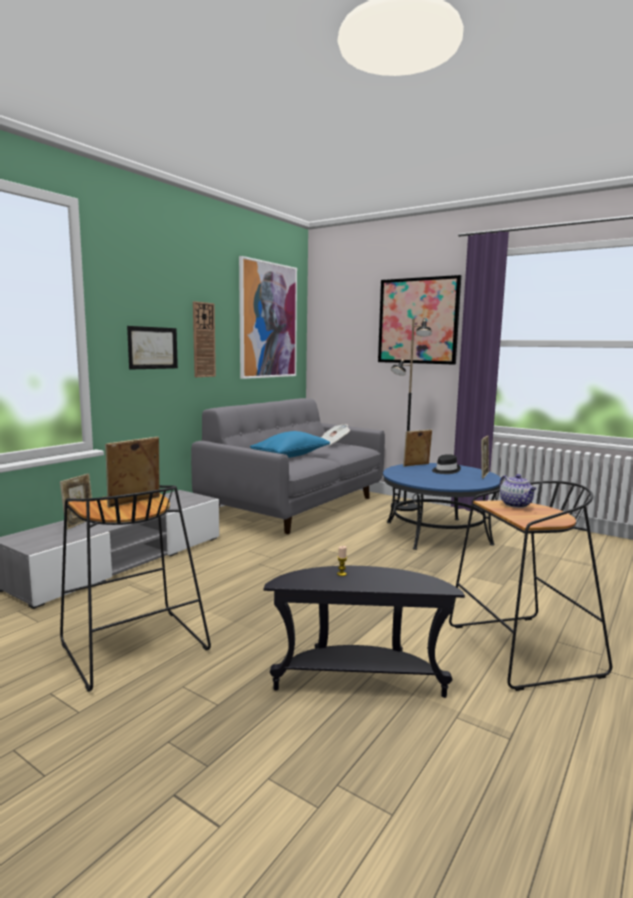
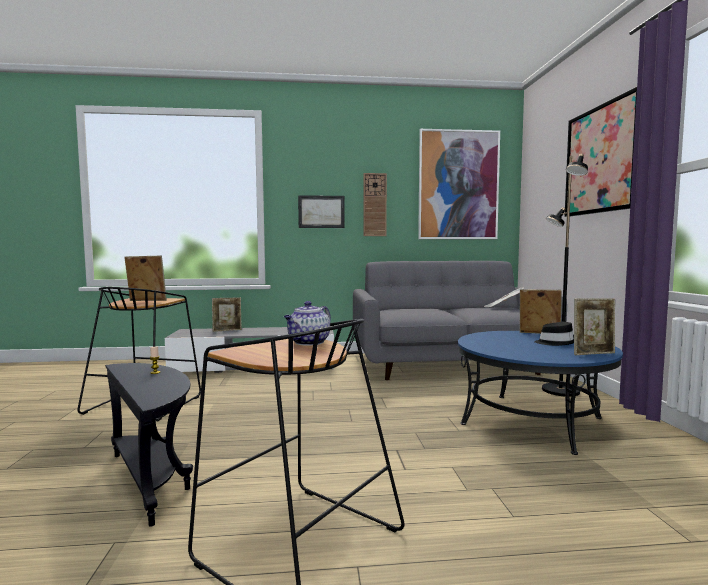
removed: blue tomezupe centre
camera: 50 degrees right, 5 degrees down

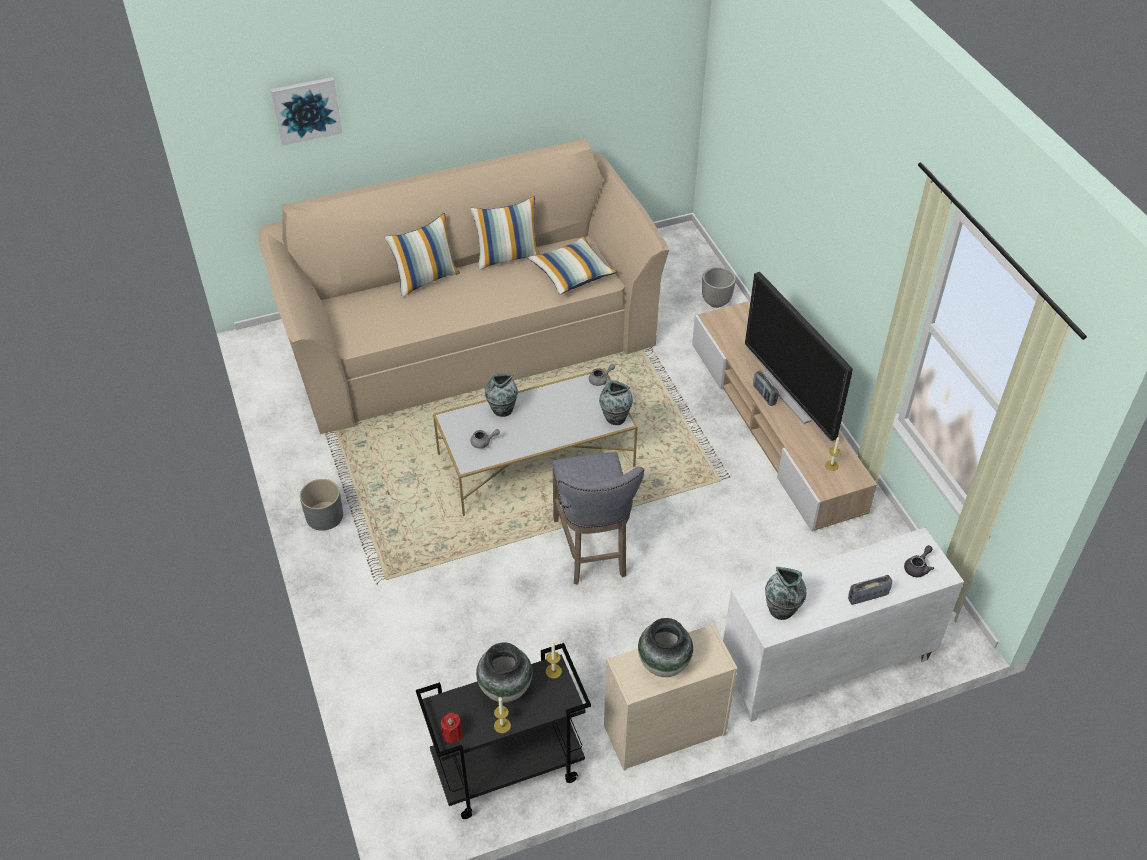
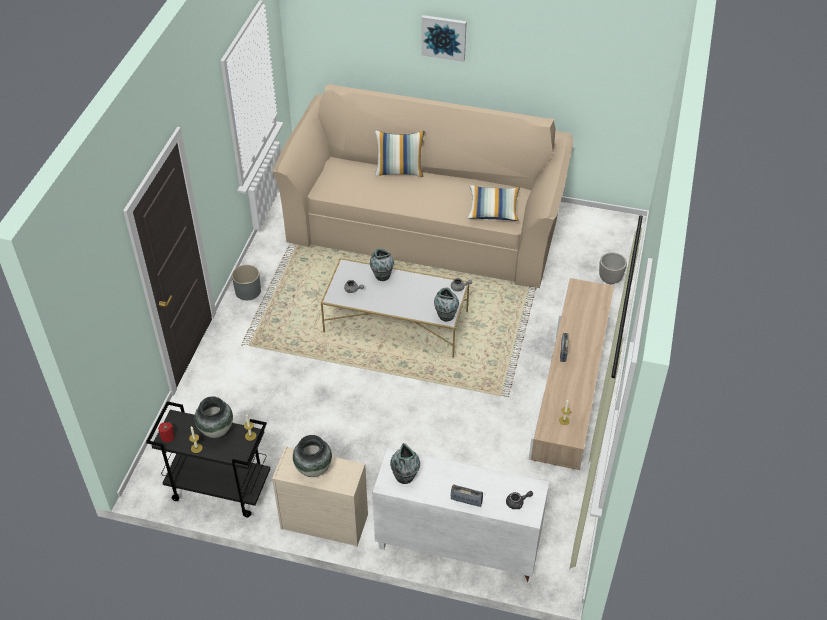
removed: tomezupe (2nd from left) top centre; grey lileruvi centre; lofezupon middle right
moved: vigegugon top left to top centre
camera: 35 degrees right, 0 degrees up

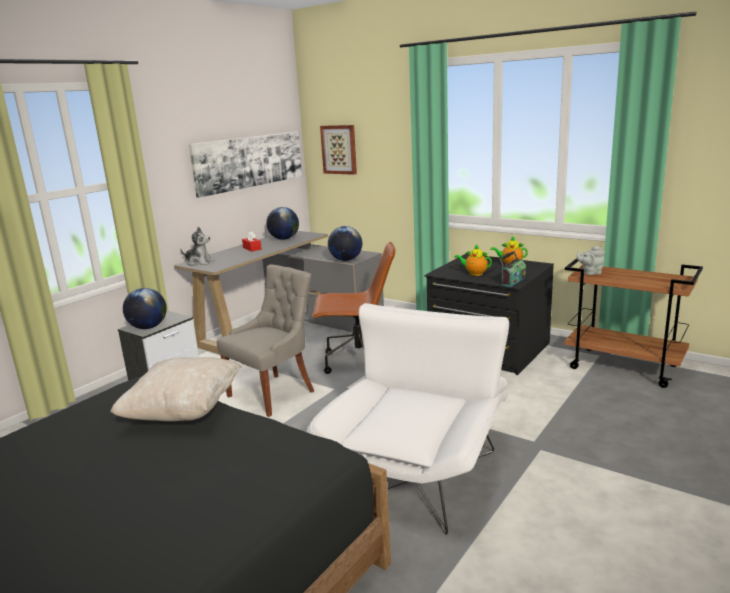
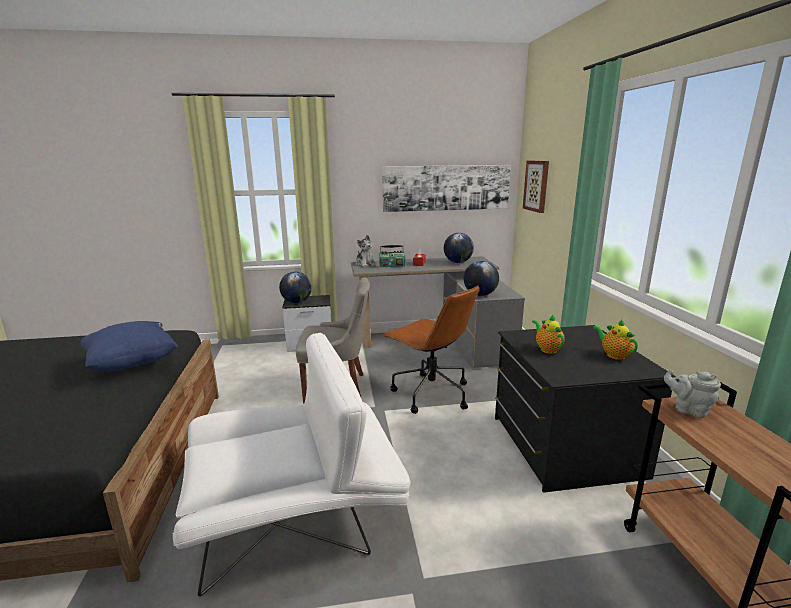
moved: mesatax middle right to centre
recoloured: beige tomezupe middle left to blue tomezupe middle left
camera: 45 degrees right, 0 degrees up

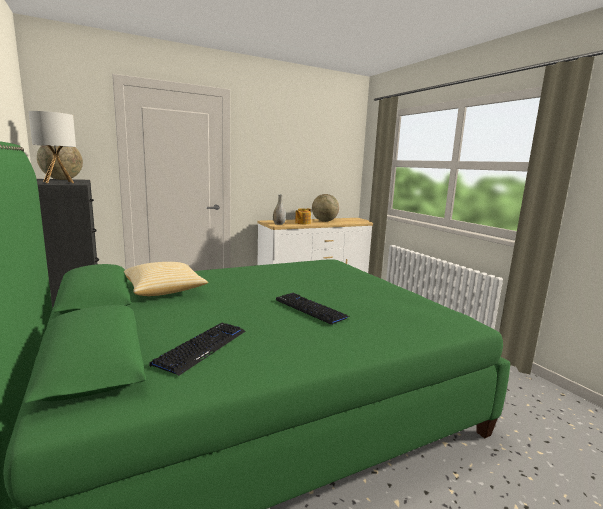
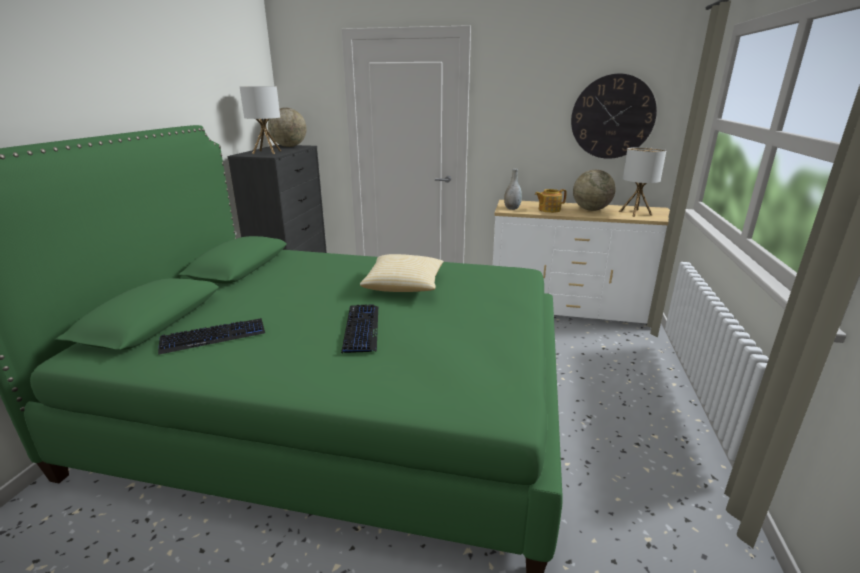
added: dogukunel top right; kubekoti (2nd from left) top right
moved: tomezupe middle left to centre
camera: 40 degrees right, 10 degrees up

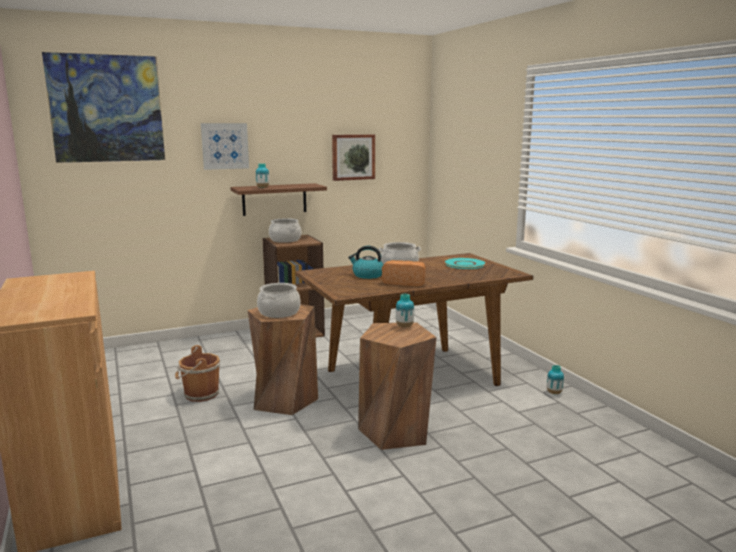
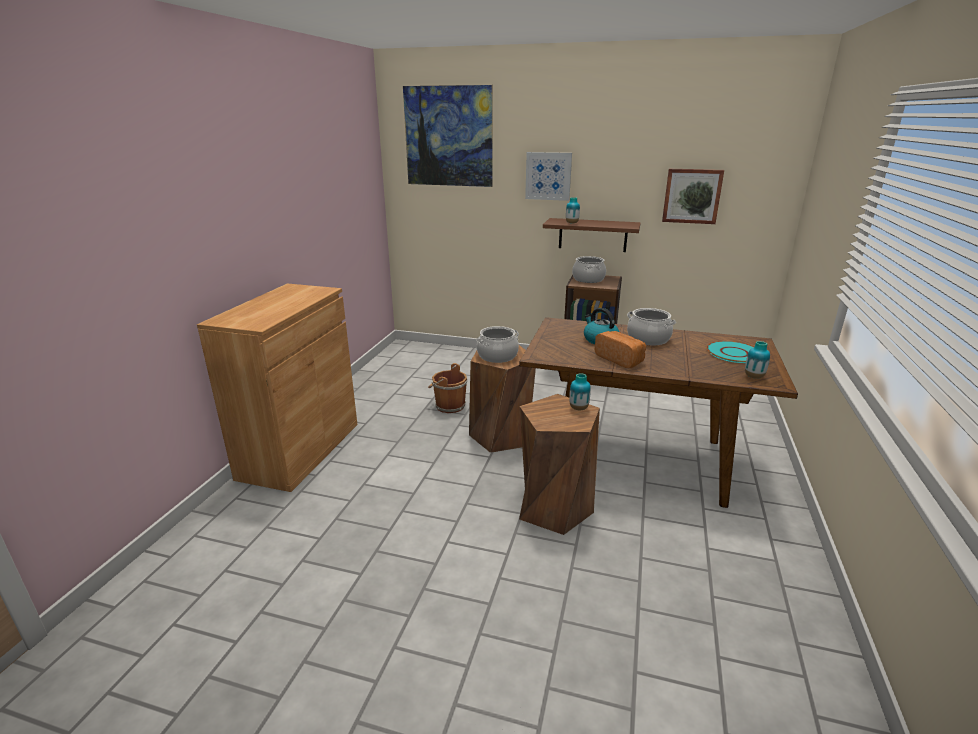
moved: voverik (3rd from left) bottom right to middle right
camera: 40 degrees right, 10 degrees up

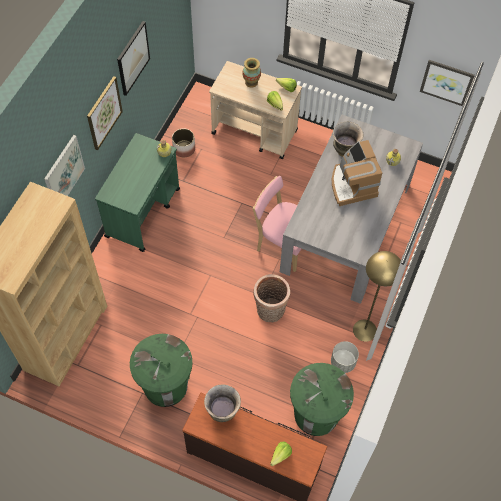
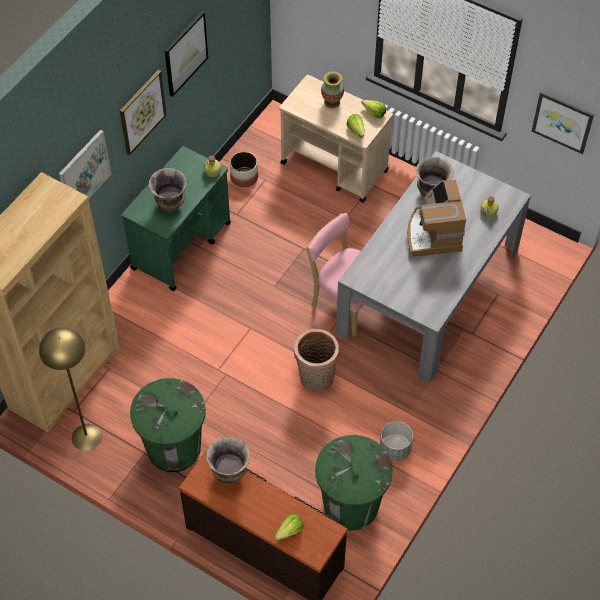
added: voverik (1st from left) top left
moved: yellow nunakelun middle right to middle left
camera: 10 degrees right, 5 degrees down

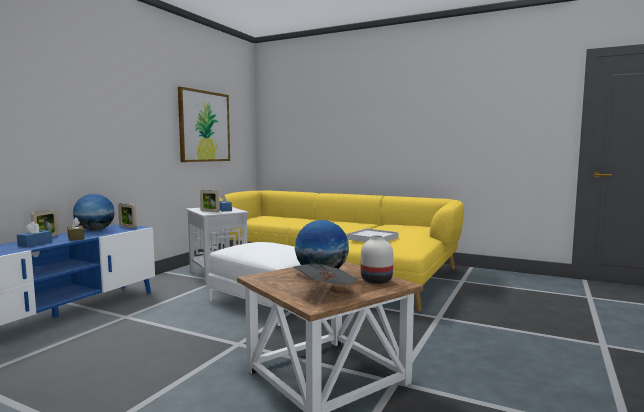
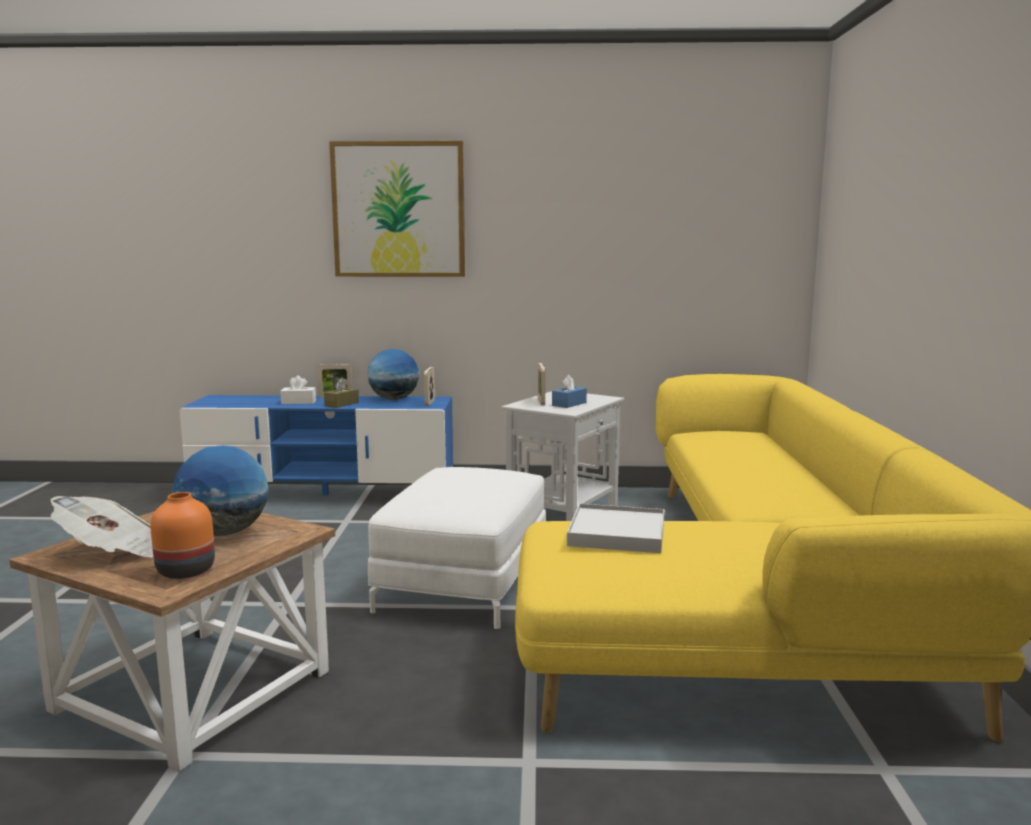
moved: vigegugon top left to top centre
recoloured: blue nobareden (1st from left) middle left to white nobareden middle left; white voverik centre to orange voverik middle left
camera: 65 degrees right, 5 degrees up

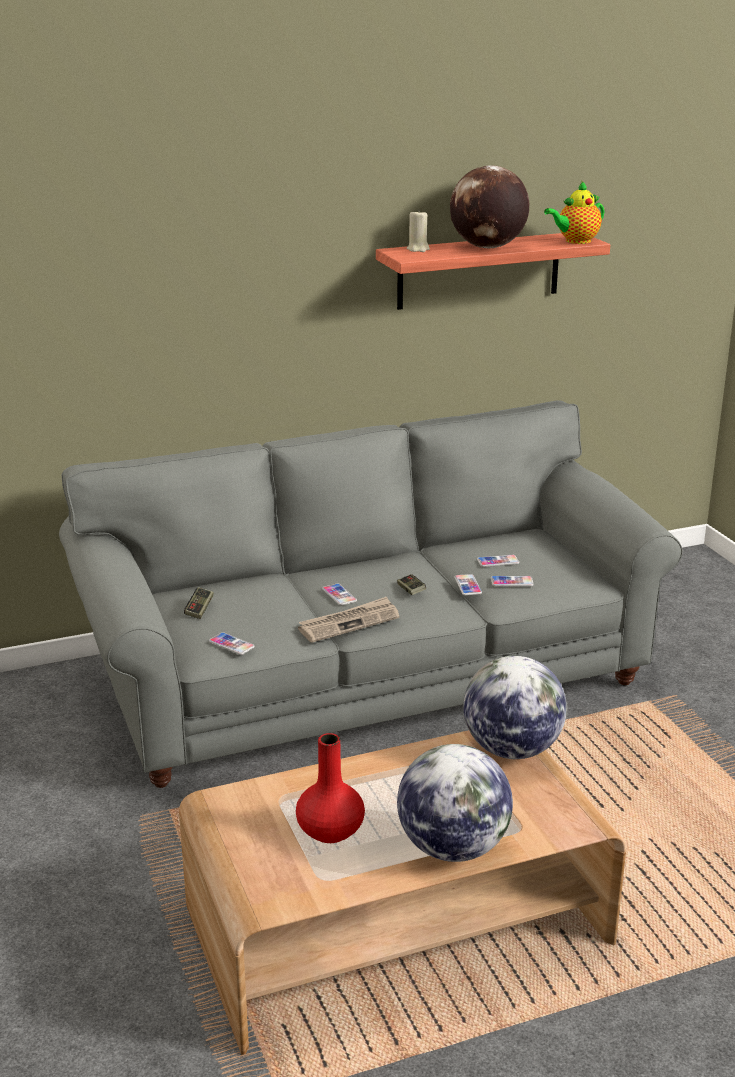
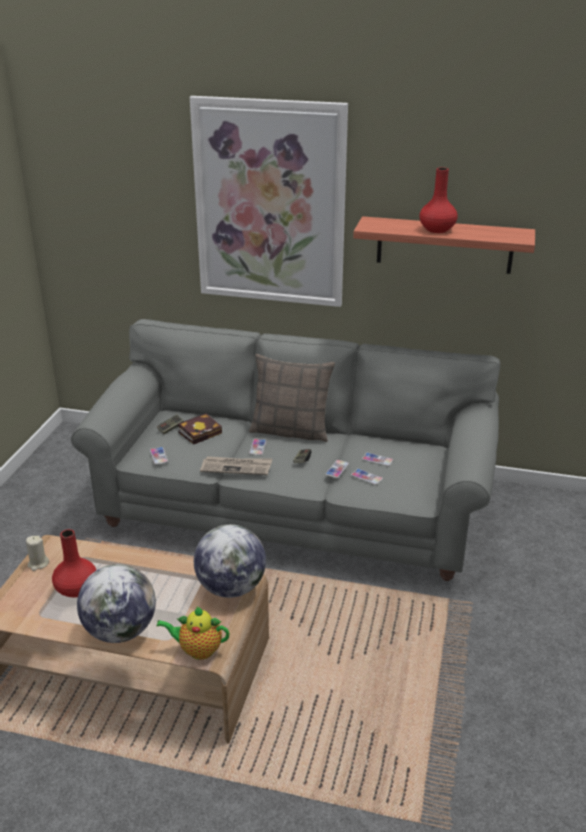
added: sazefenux centre; vigegugon top centre; tomezupe centre
moved: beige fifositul top centre to middle left; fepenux top right to bottom left
replaced: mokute (2nd from left) top centre to red voverik (2nd from left) top right
camera: 35 degrees right, 5 degrees up

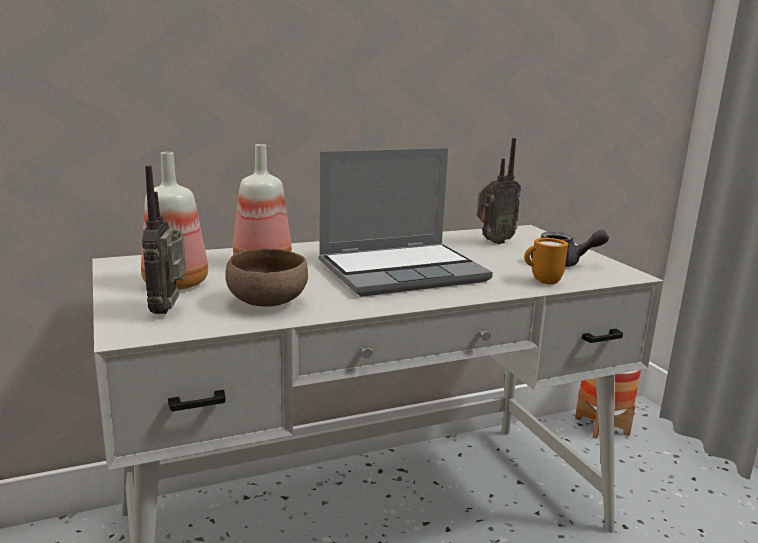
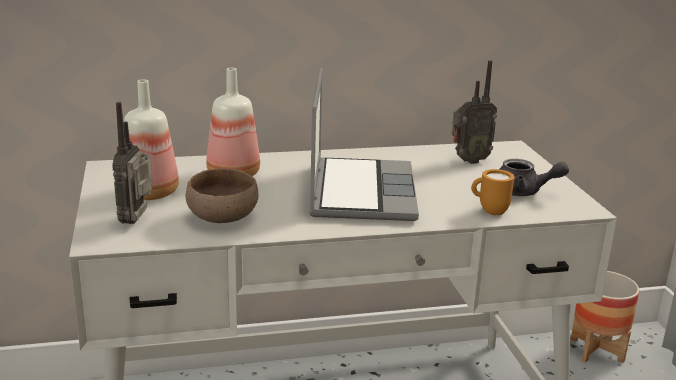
turned: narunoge centre = centre 75 degrees counterclockwise
camera: 10 degrees right, 5 degrees up

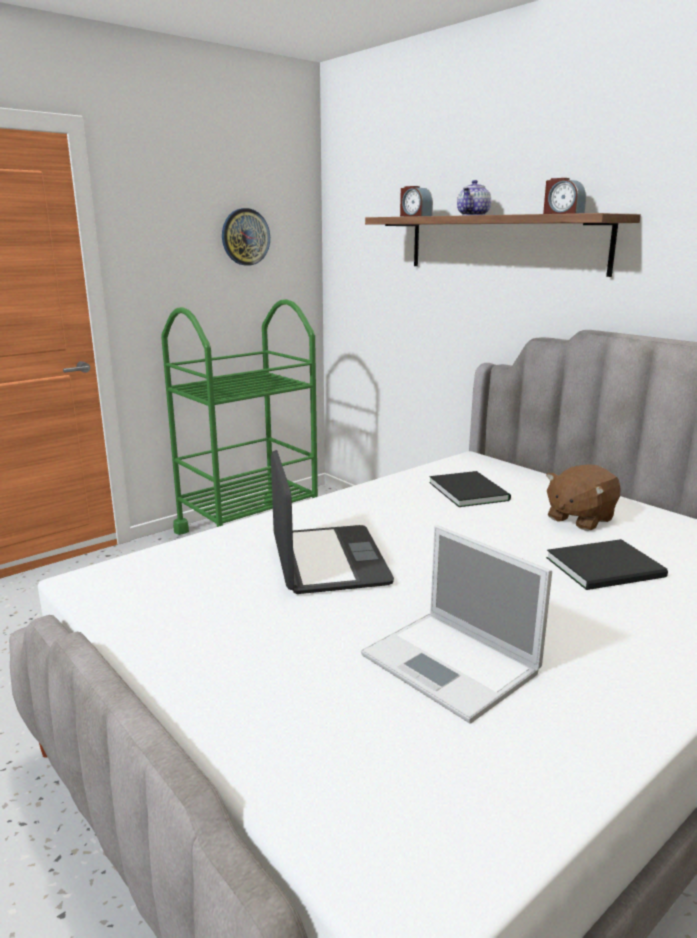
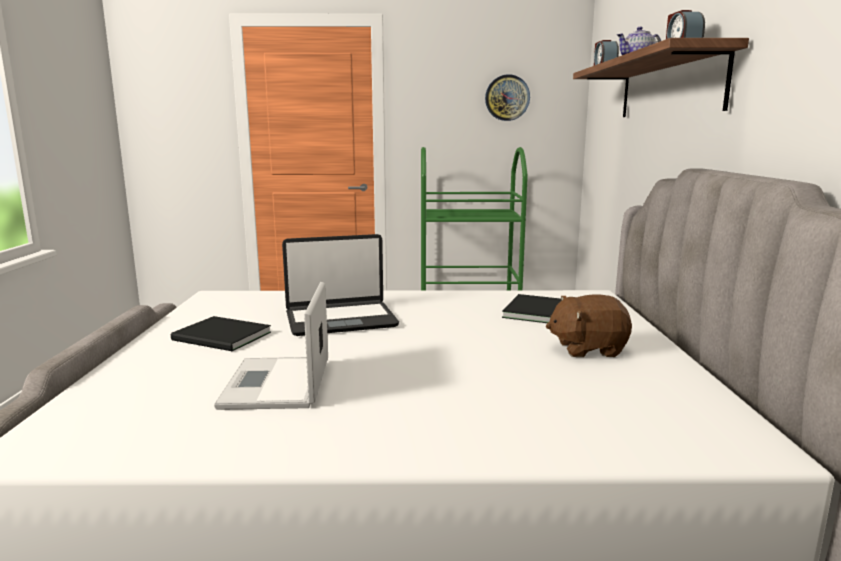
moved: black sazefenux (2nd from left in the first image) middle right to black sazefenux (1st from left) middle left
turned: narunoge (1st from left in the first image) centre = centre 45 degrees clockwise
camera: 40 degrees right, 5 degrees down

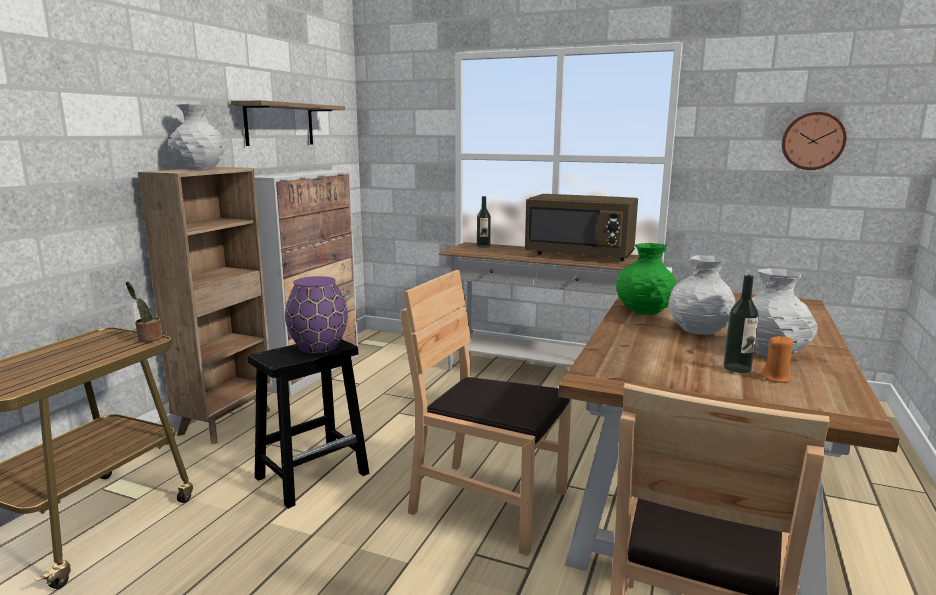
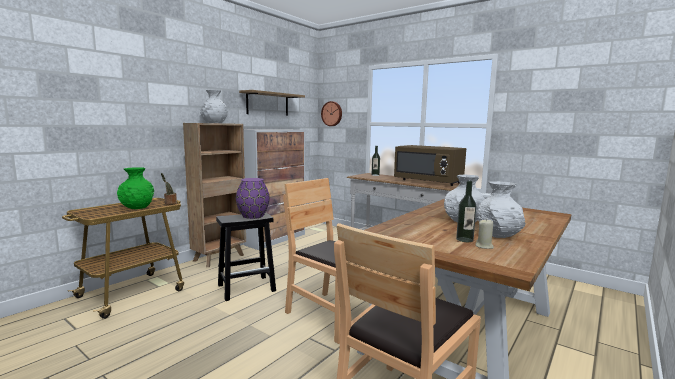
moved: green voverik middle right to middle left; dogukunel top right to top centre
recoloured: orange fifositul middle right to beige fifositul middle right
camera: 15 degrees right, 5 degrees down

